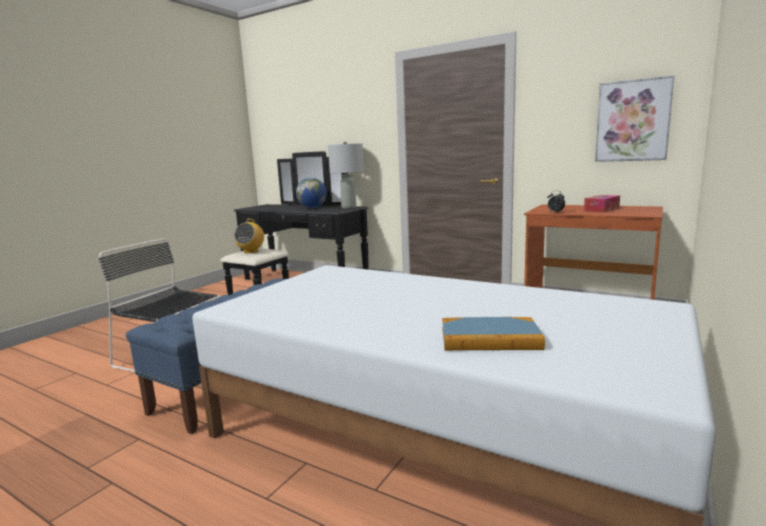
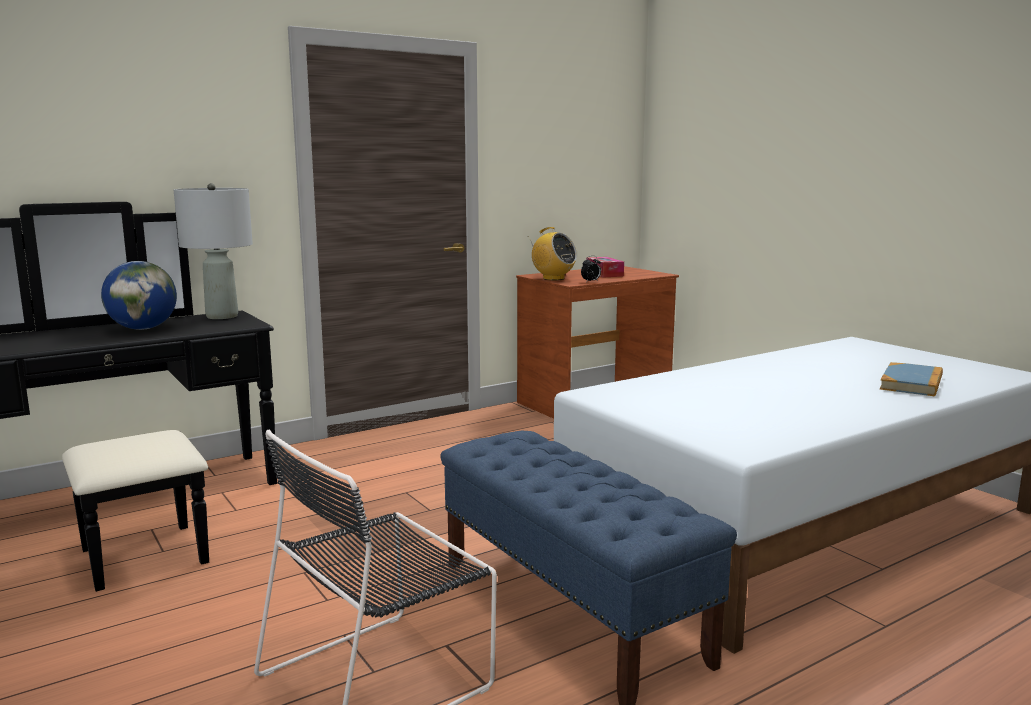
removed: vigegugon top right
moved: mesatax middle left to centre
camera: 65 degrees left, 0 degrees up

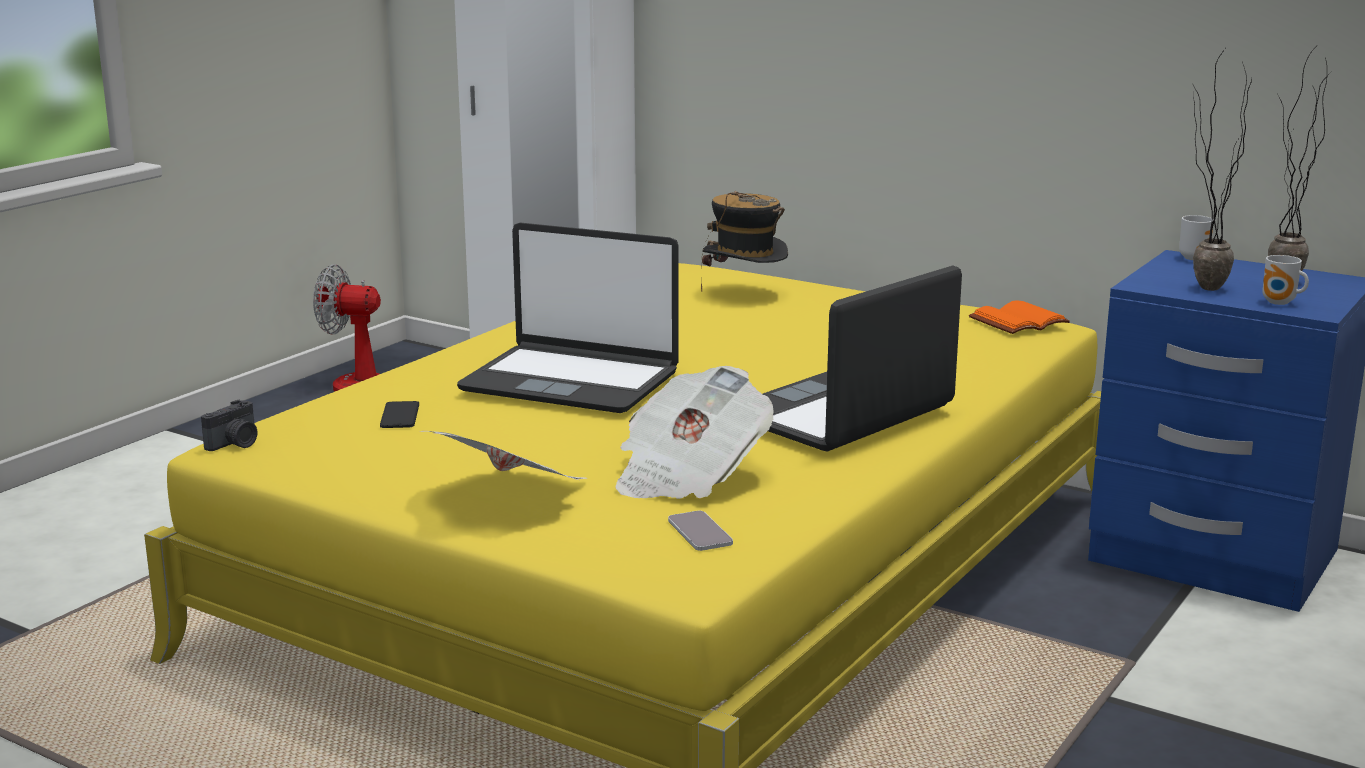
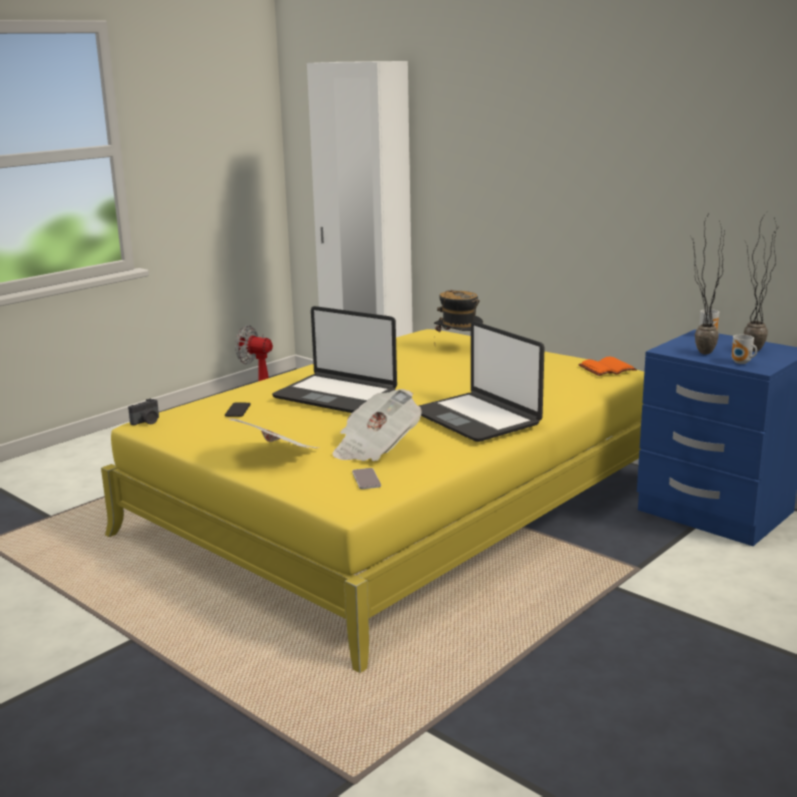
turned: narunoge (2nd from left) centre = centre 90 degrees counterclockwise
camera: 10 degrees right, 0 degrees up

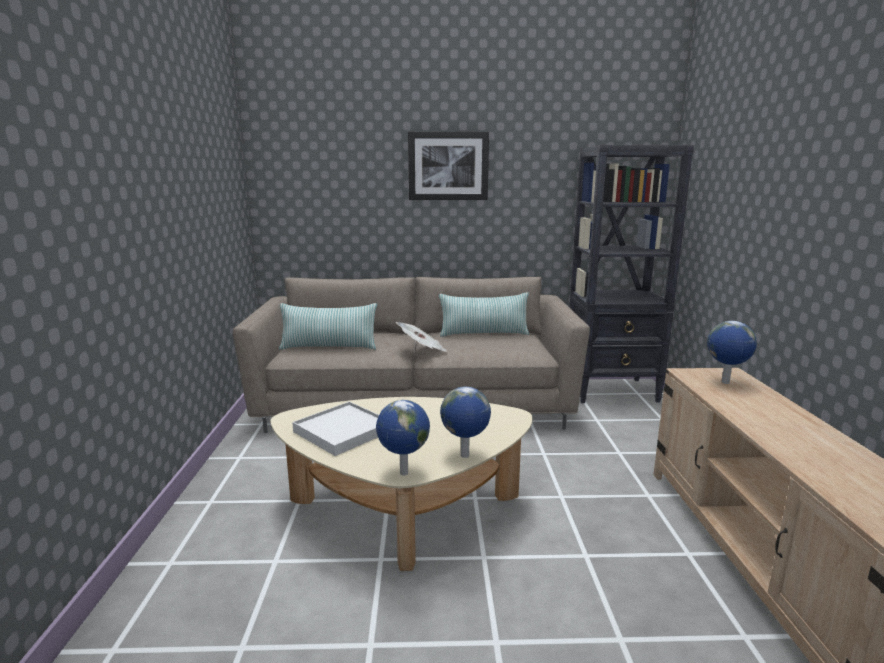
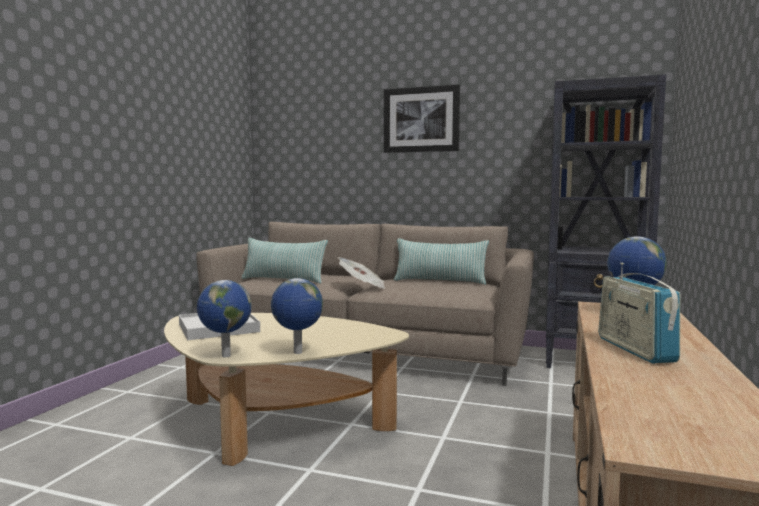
added: mesatax middle right
camera: 20 degrees right, 10 degrees down

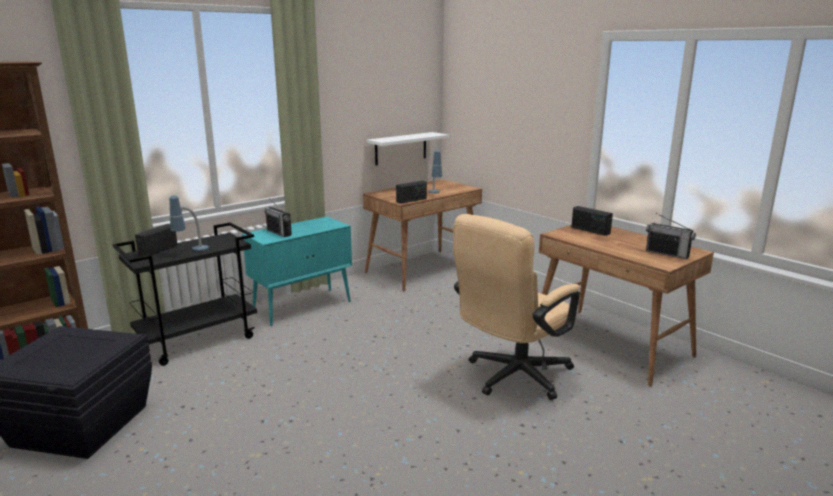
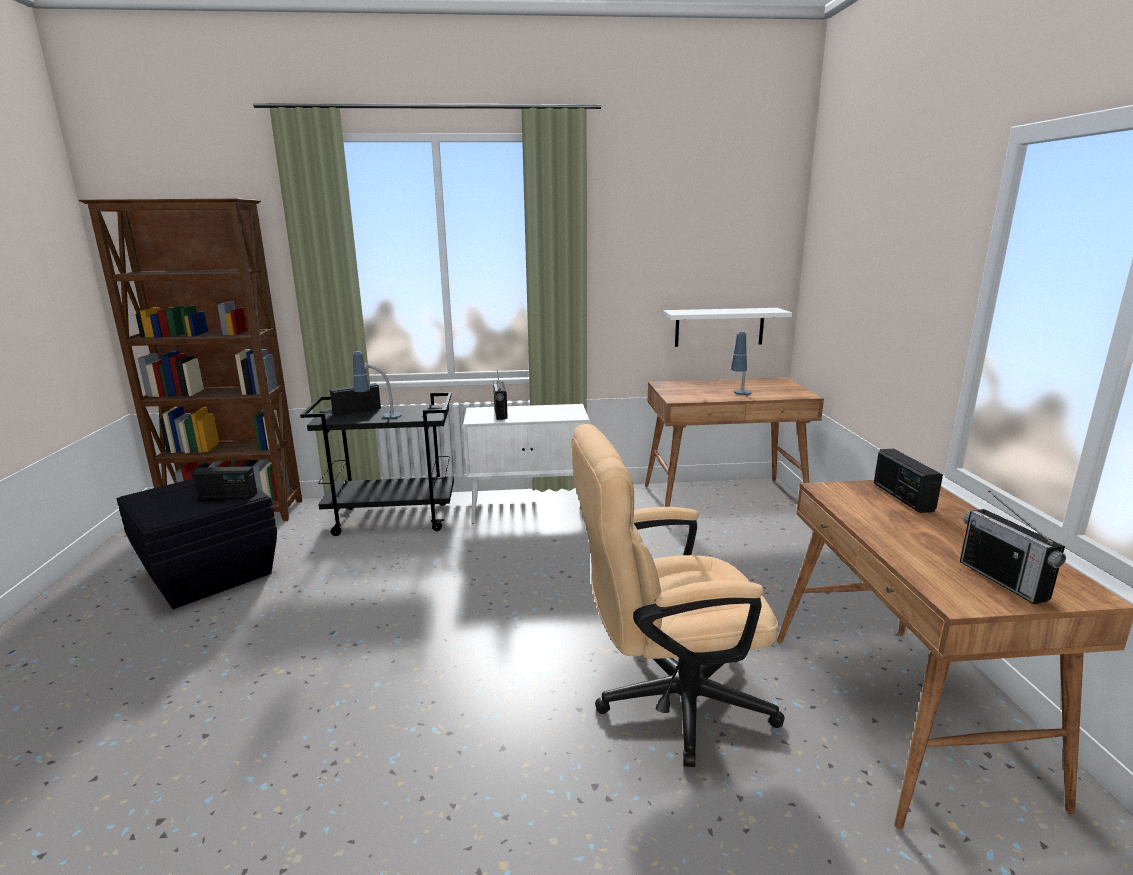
moved: mesatax (3rd from left in the first image) centre to mesatax (1st from left) middle left
recoloured: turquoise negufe centre to white negufe centre
camera: 35 degrees right, 0 degrees up

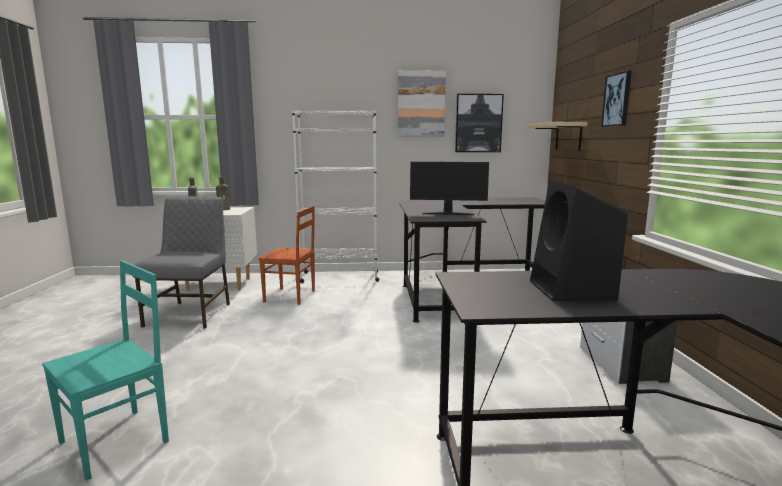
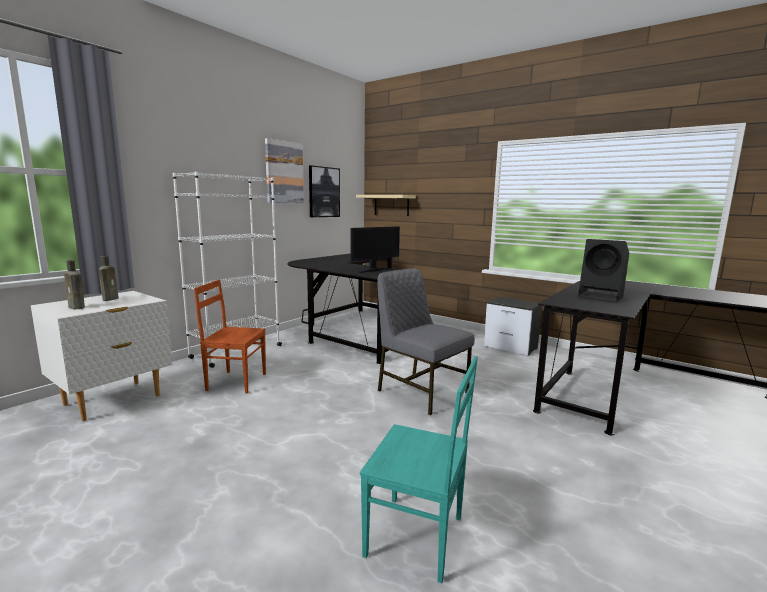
removed: vigegugon (3rd from left) top right
moved: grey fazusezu middle left to centre
turned: turquoise fazusezu bottom left = bottom centre 120 degrees clockwise; brown fazusezu centre = middle left 135 degrees counterclockwise
camera: 50 degrees left, 0 degrees up

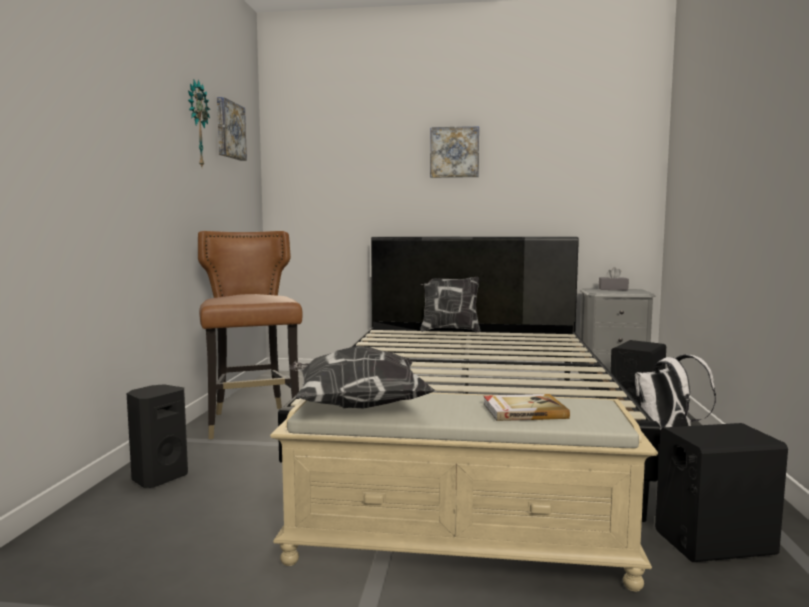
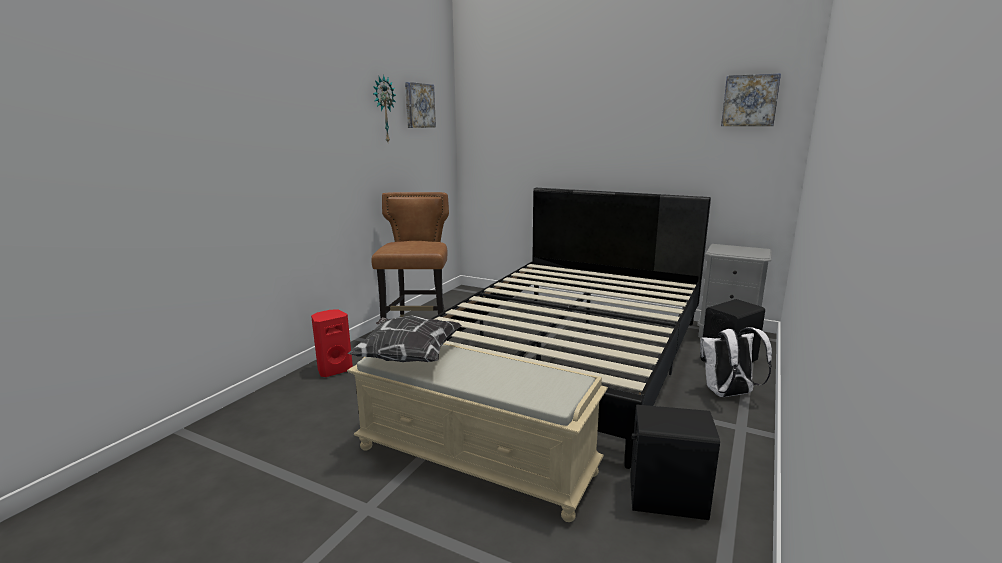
removed: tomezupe (2nd from left) centre; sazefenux bottom centre; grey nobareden middle right
moved: vigegugon (2nd from left) top centre to top right
recoloured: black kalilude (1st from left) bottom left to red kalilude middle left
camera: 20 degrees right, 10 degrees up

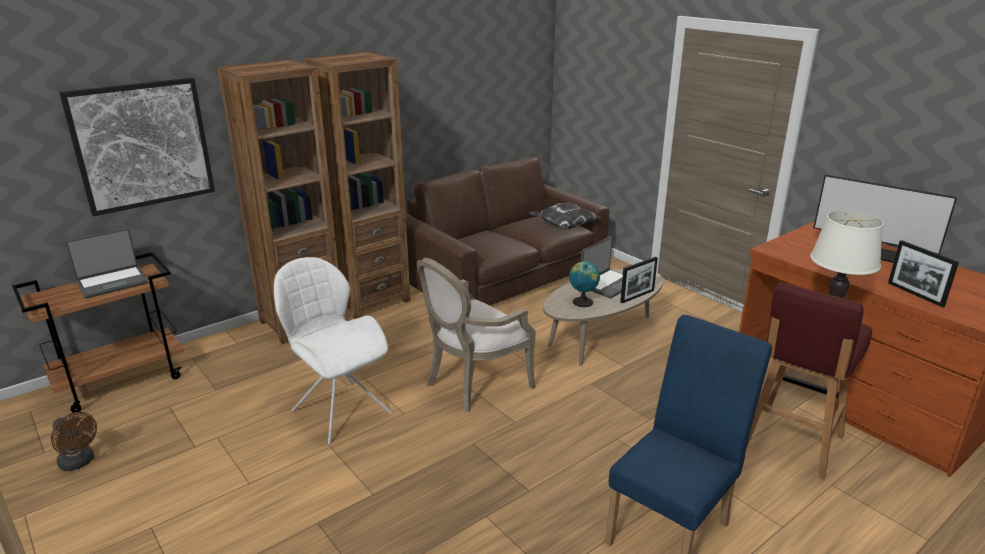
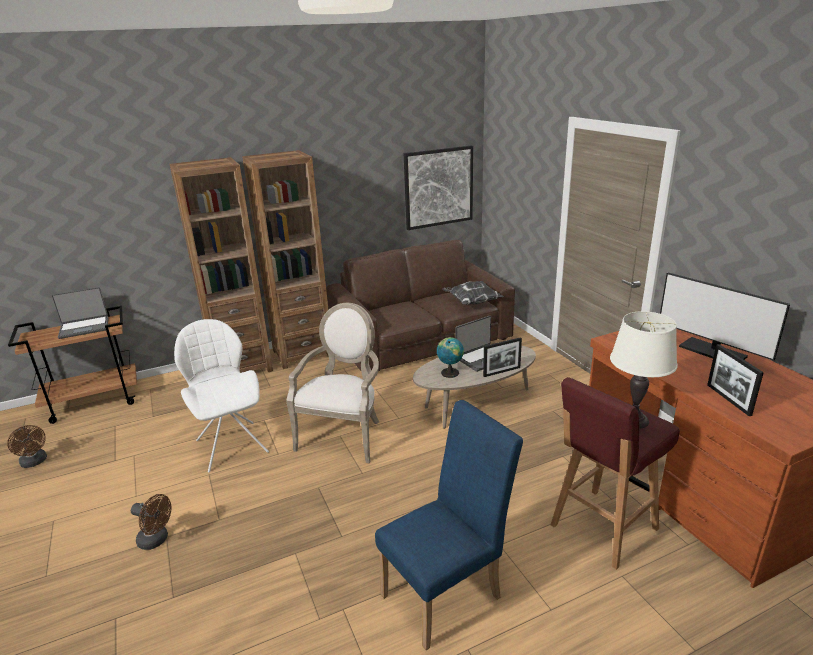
added: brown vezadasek (2nd from left) bottom left
moved: vigegugon top left to top centre
turned: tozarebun centre = centre 135 degrees clockwise
camera: 15 degrees right, 0 degrees up

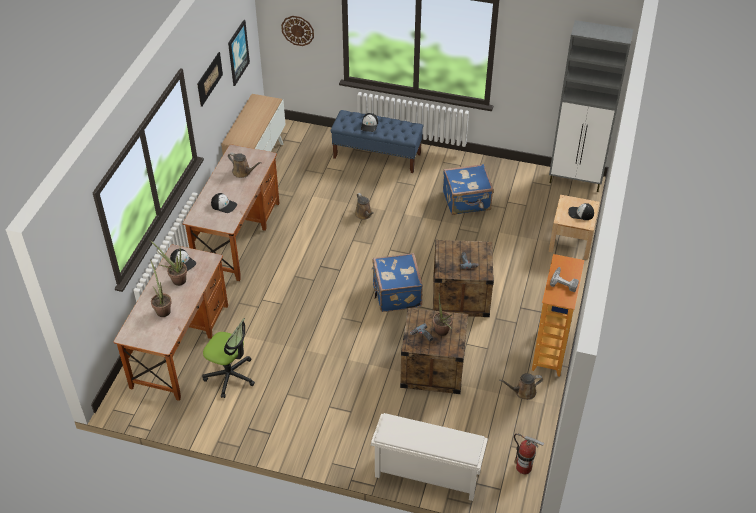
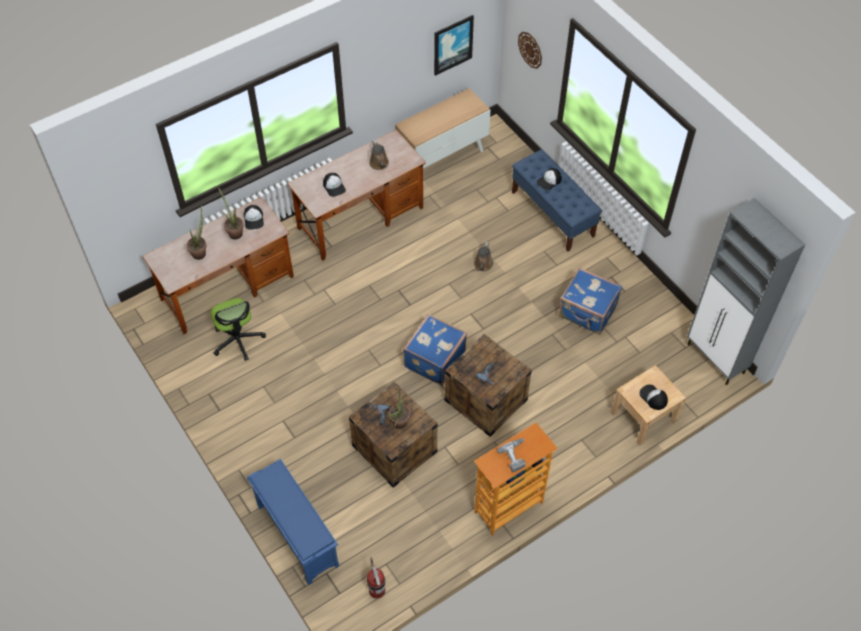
removed: vigegugon (1st from left) top left; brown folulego (3rd from left) bottom right
recoloured: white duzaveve bottom centre to blue duzaveve bottom centre
camera: 40 degrees right, 10 degrees up

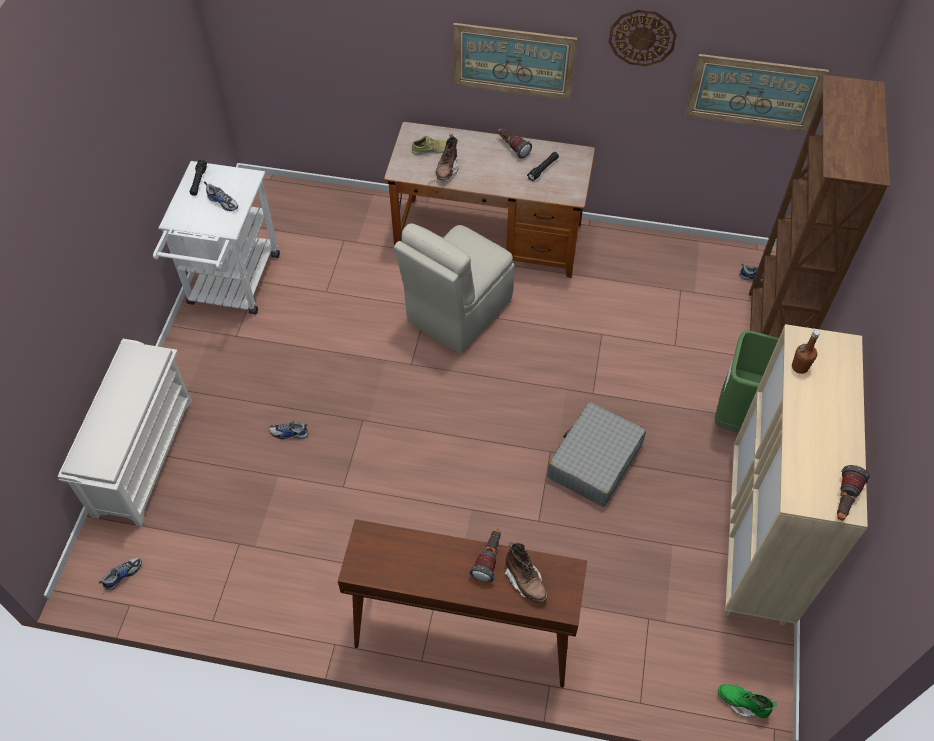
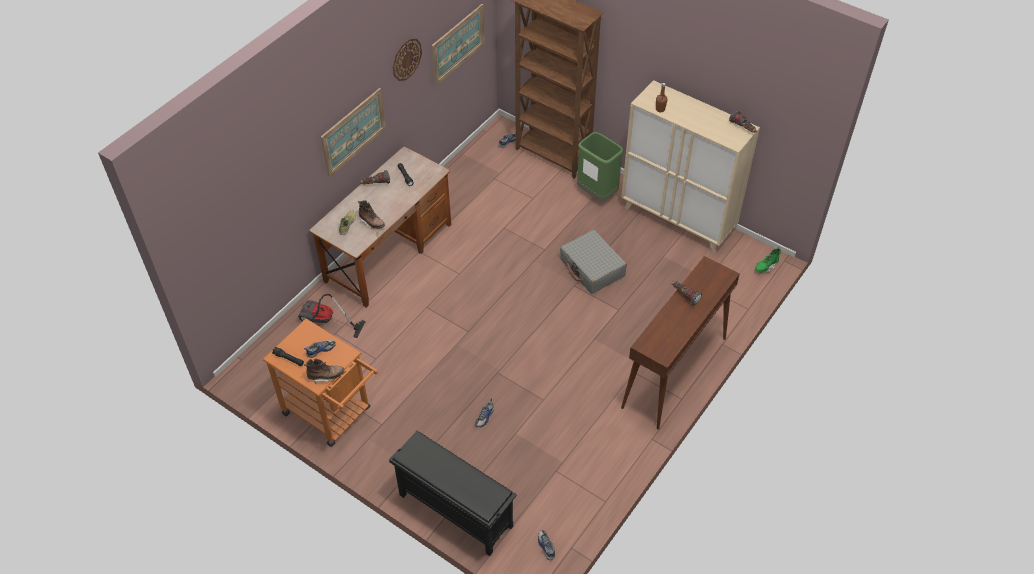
removed: beige fazusezu centre
added: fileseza middle left
moved: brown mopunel (2nd from left in the first image) bottom centre to brown mopunel (1st from left) middle left
recoloured: white duzaveve middle left to black duzaveve bottom centre; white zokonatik top left to orange zokonatik bottom left
camera: 65 degrees left, 5 degrees down

